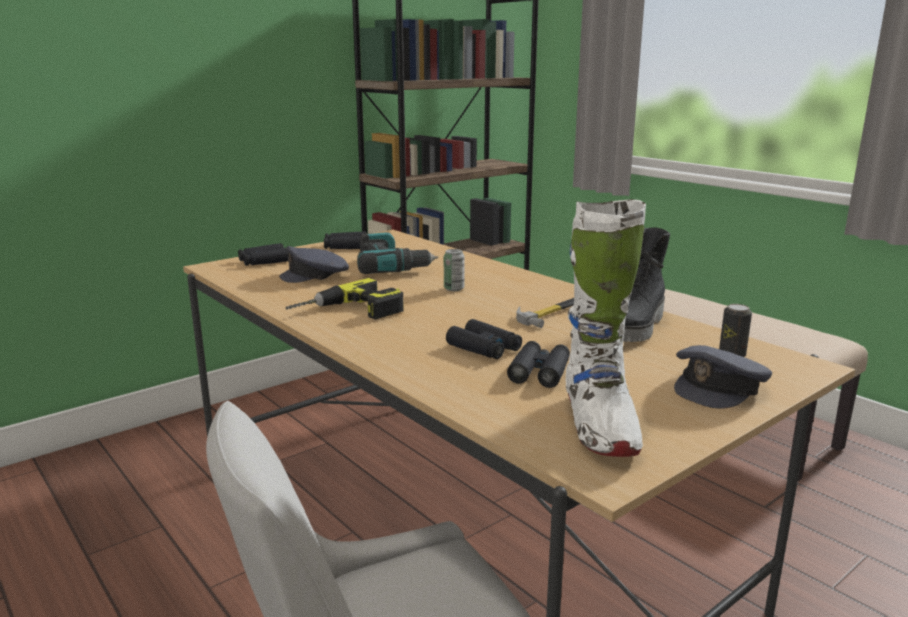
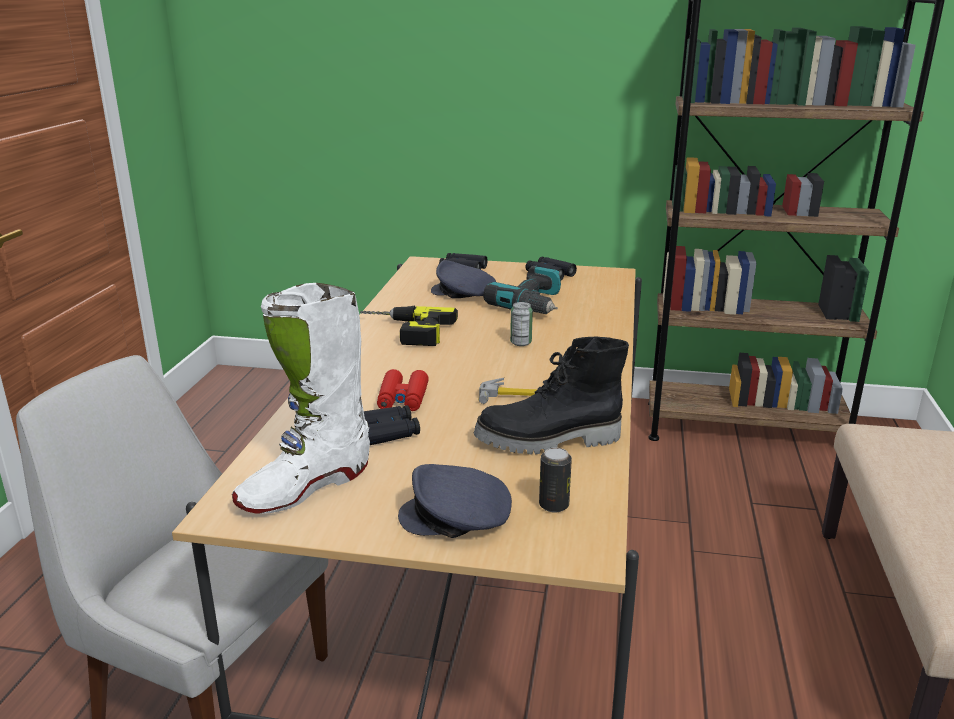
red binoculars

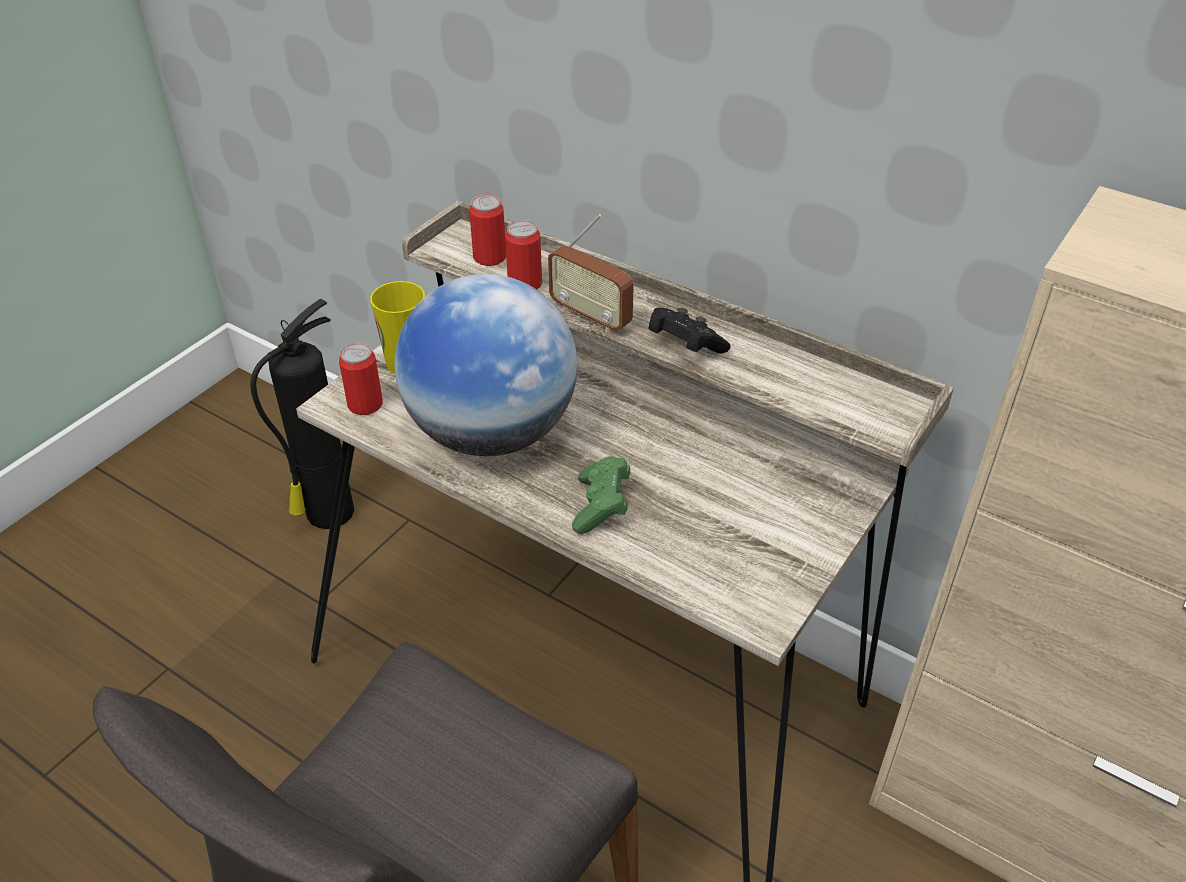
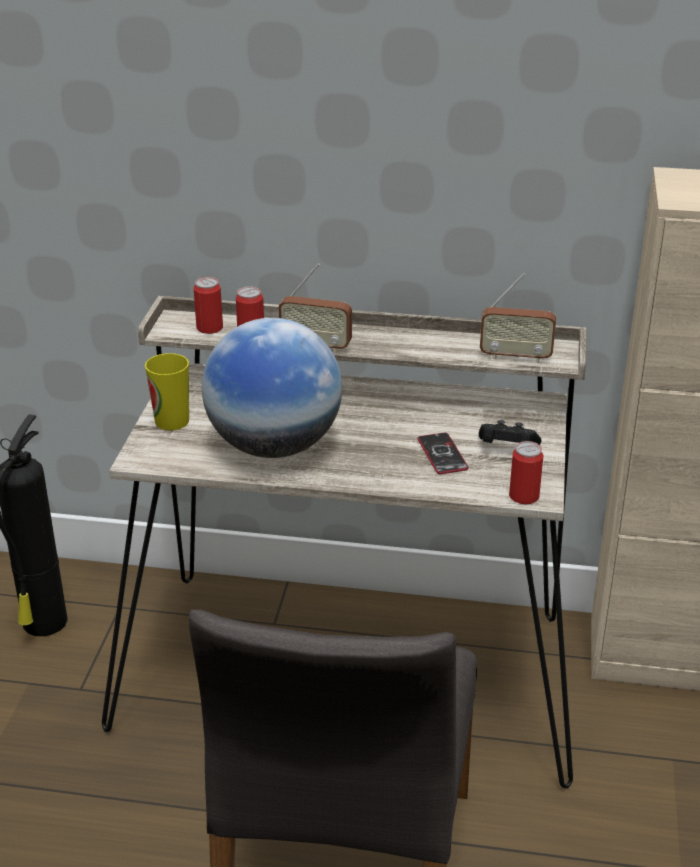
green game controller
phone
radio (no. 2 from left)
can (no. 3 from left)
black game controller

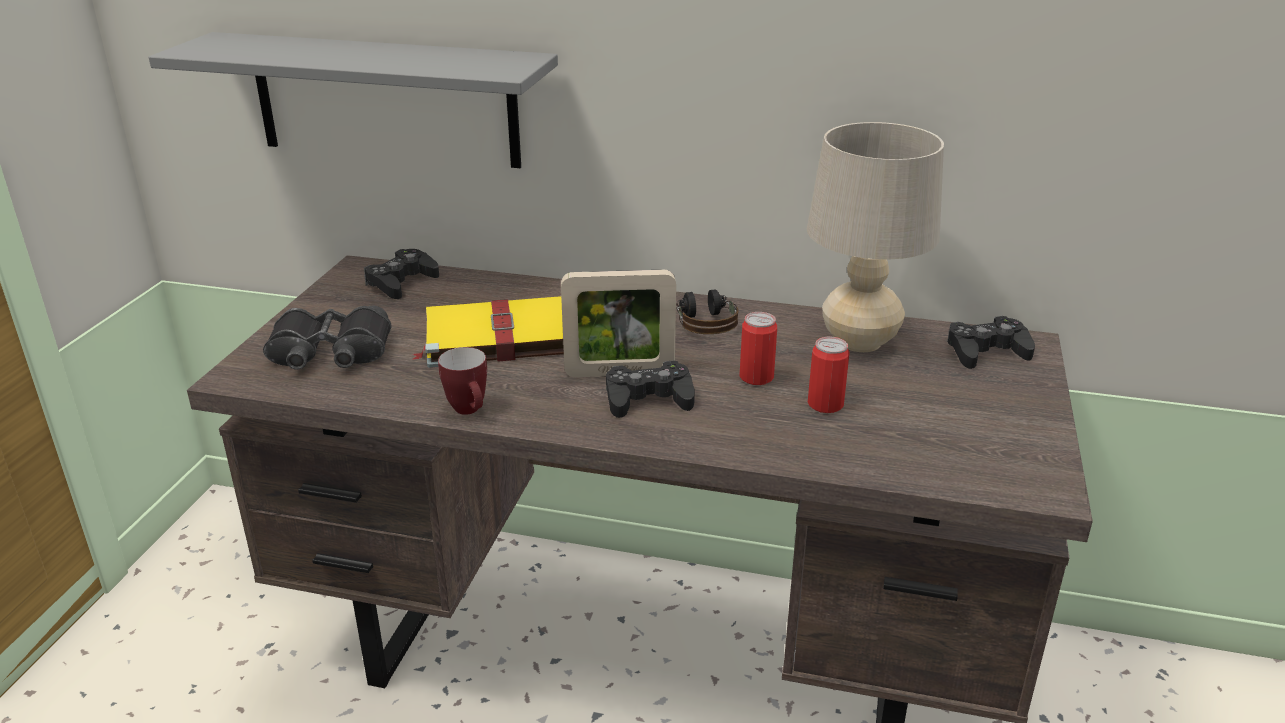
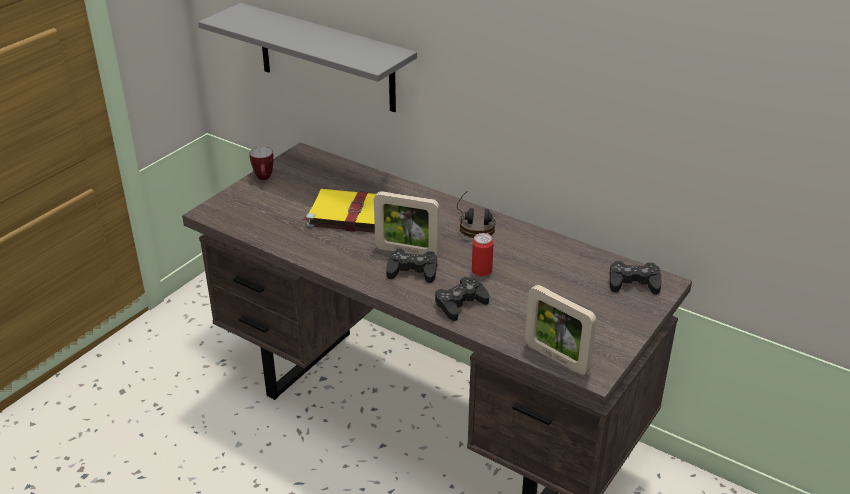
black binoculars
beige table lamp
can (no. 2 from left in the first image)
picture frame (no. 2 from left)
black game controller (no. 2 from left)
mug

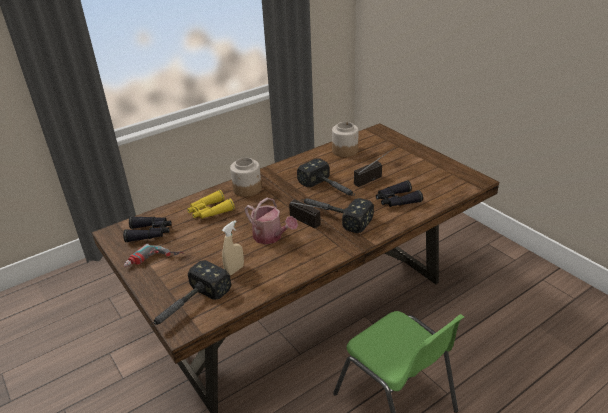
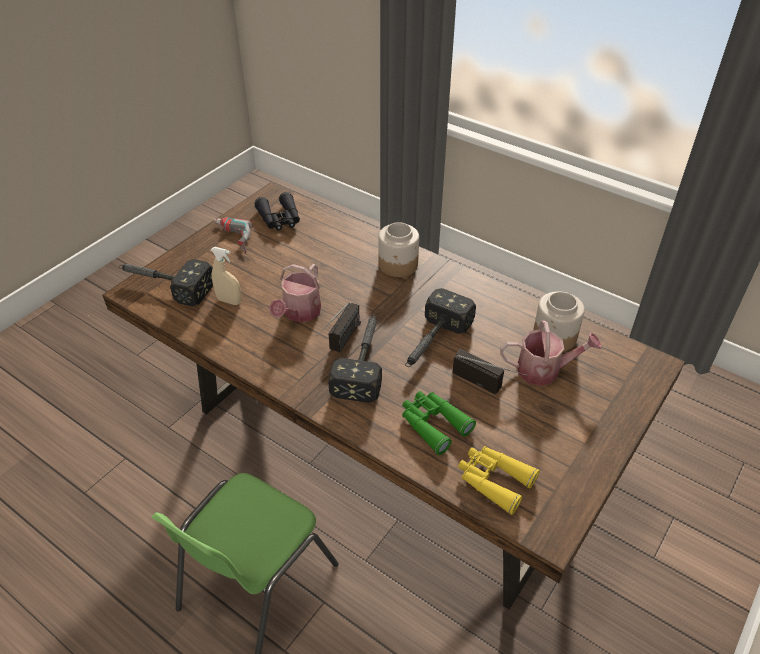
watering can (no. 2 from left)
yellow binoculars
green binoculars

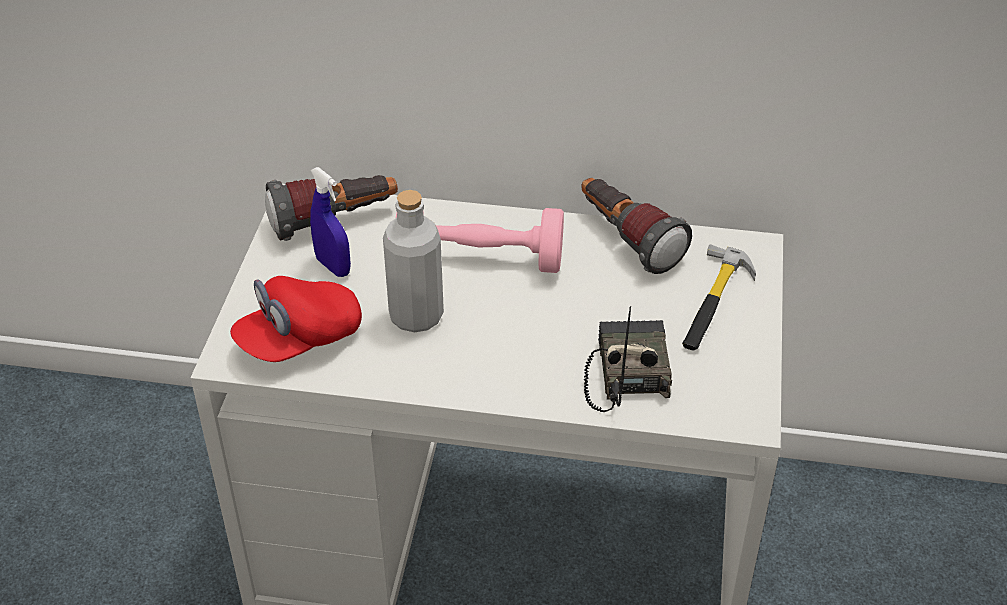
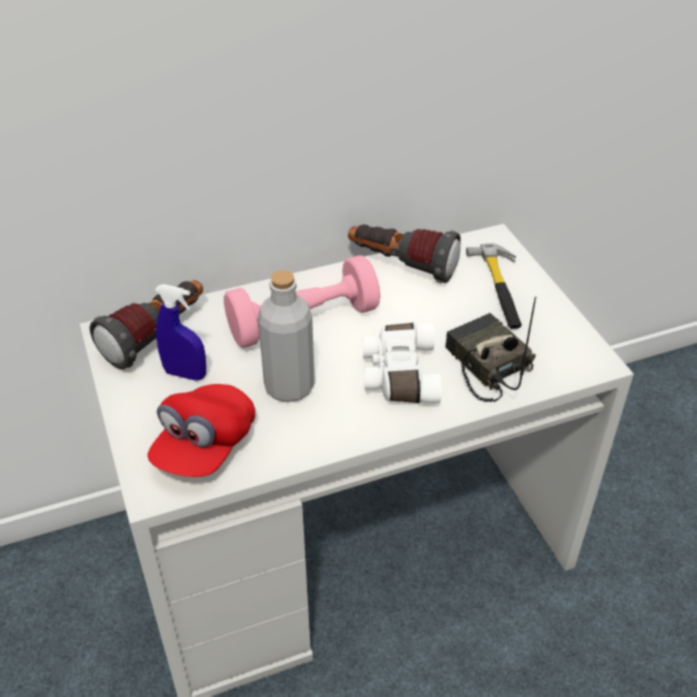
white binoculars

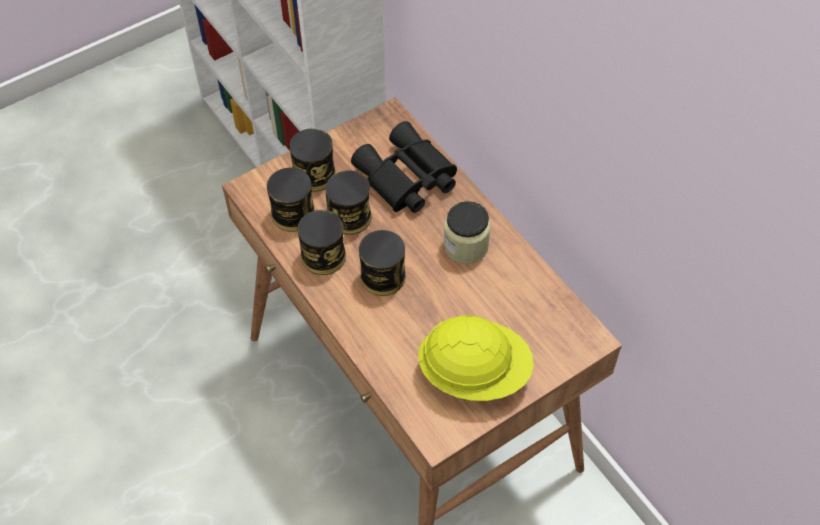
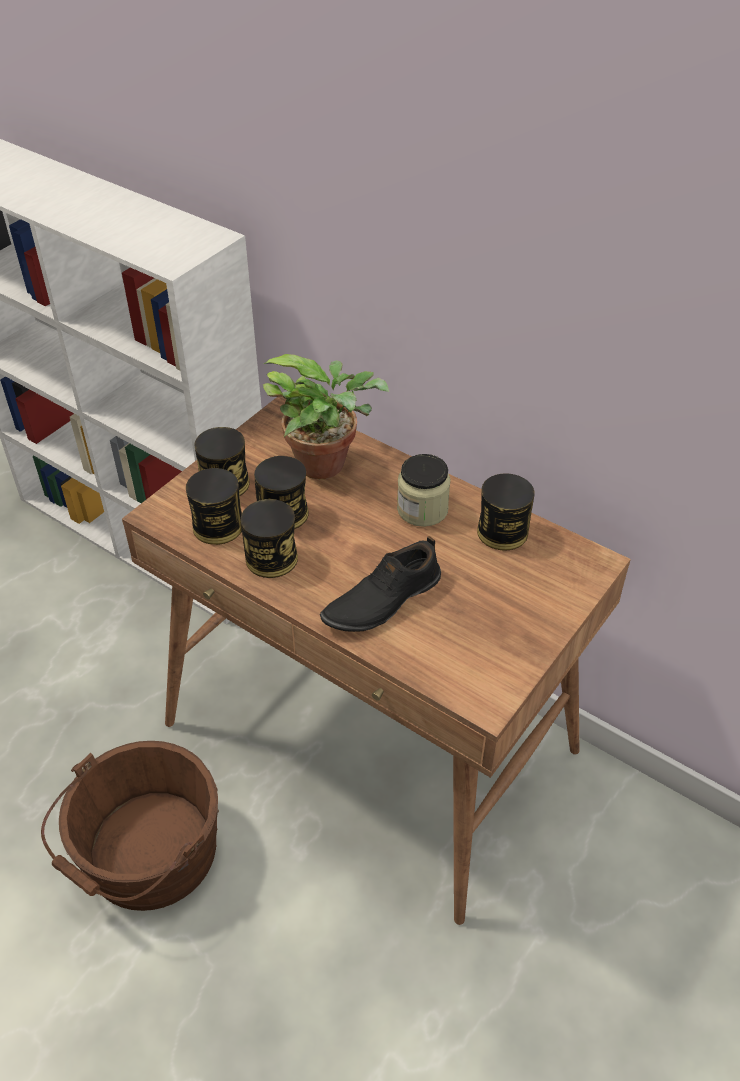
yellow hard hat
brown bucket
black shoe
can (no. 5 from left)
potted plant

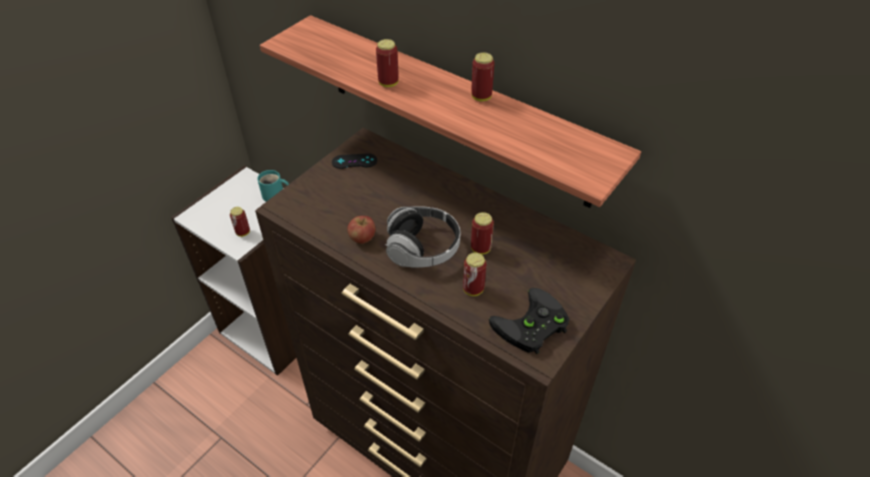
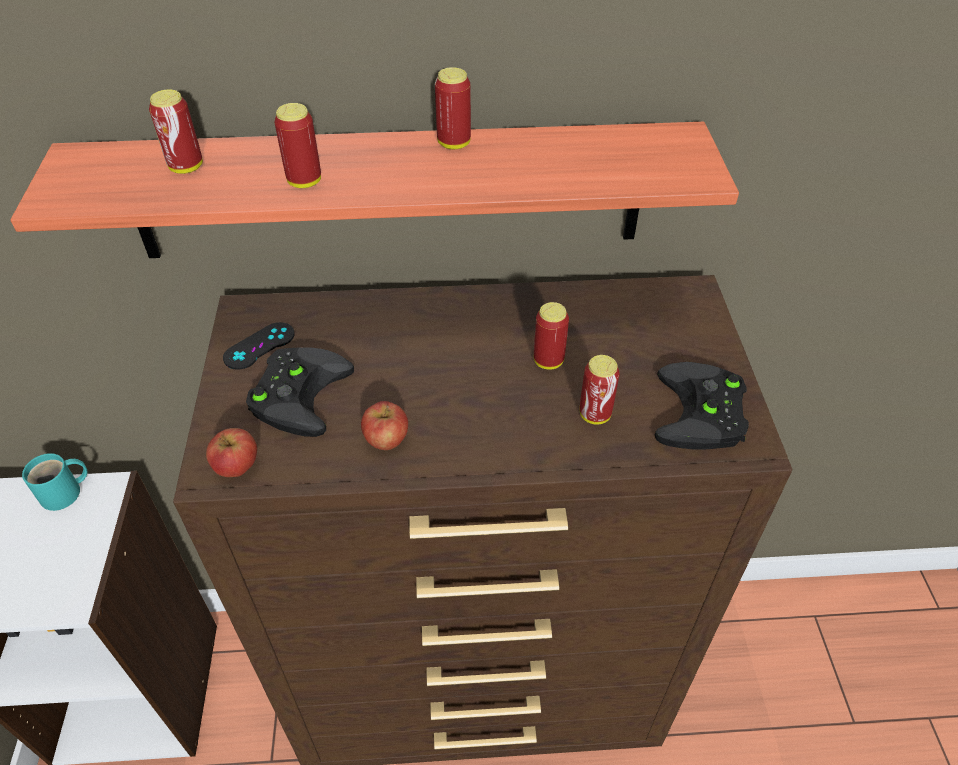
headphones
apple (no. 1 from left)
black game controller (no. 2 from left)
can (no. 1 from left)

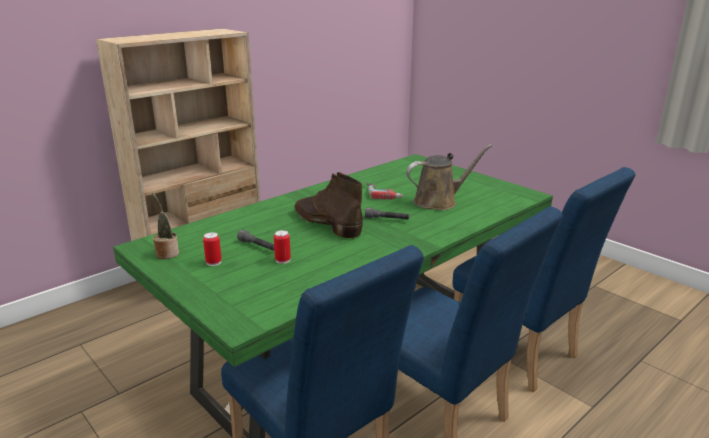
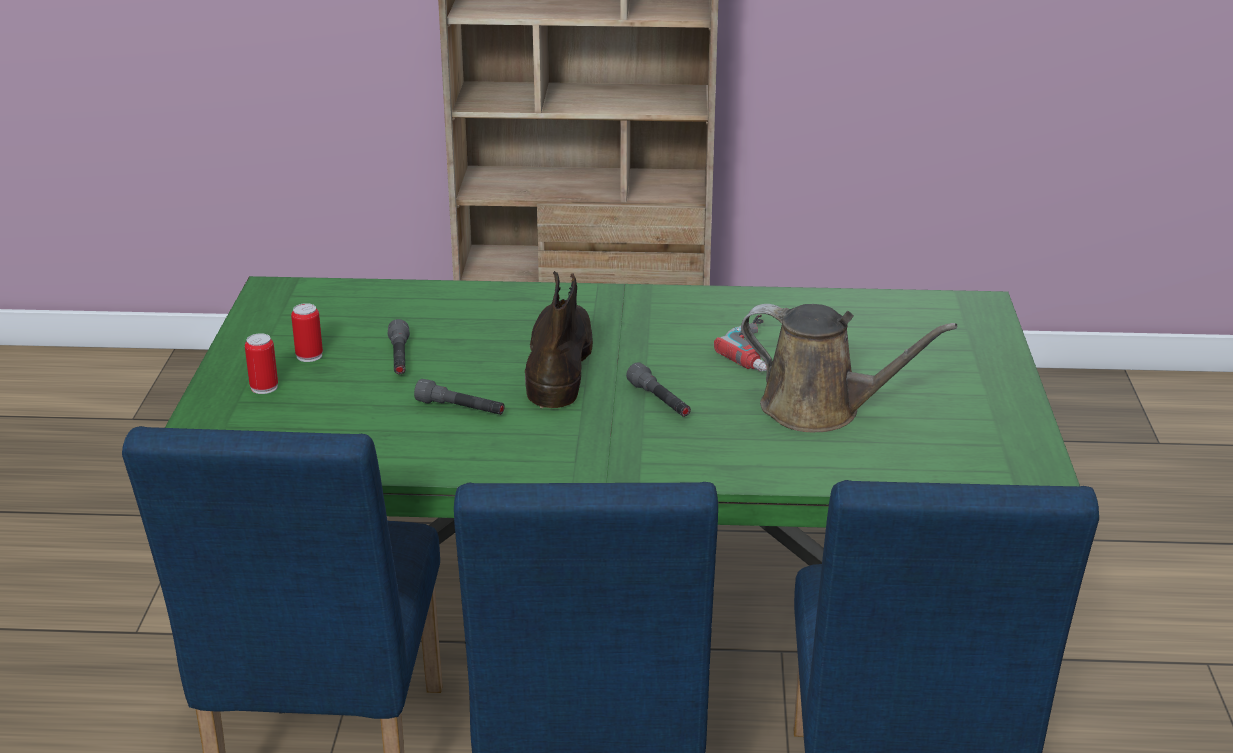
potted plant
grey flashlight (no. 2 from left)
can (no. 1 from left)

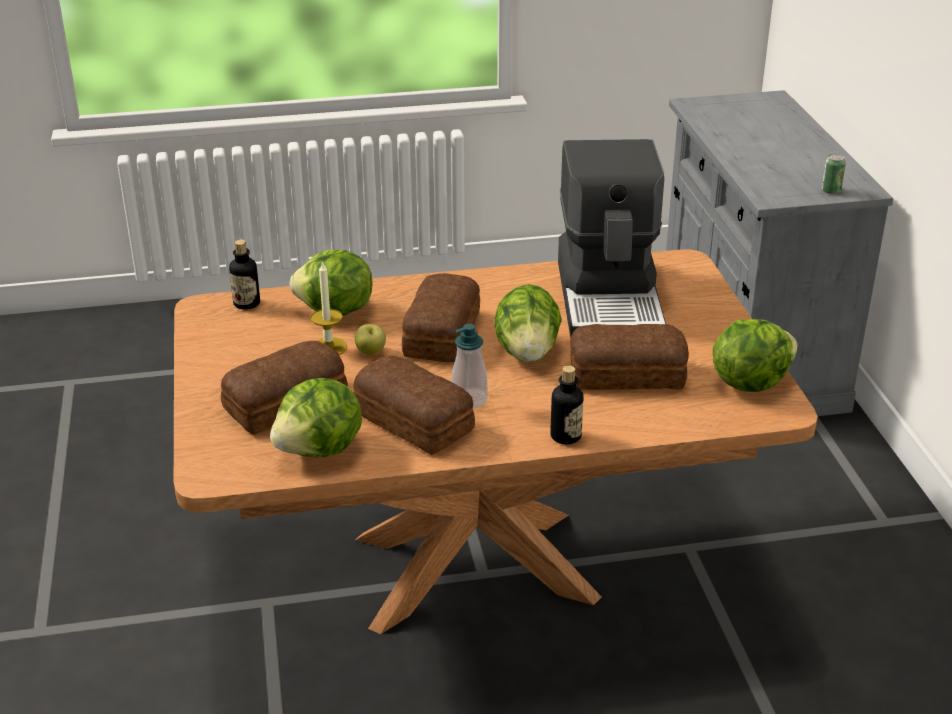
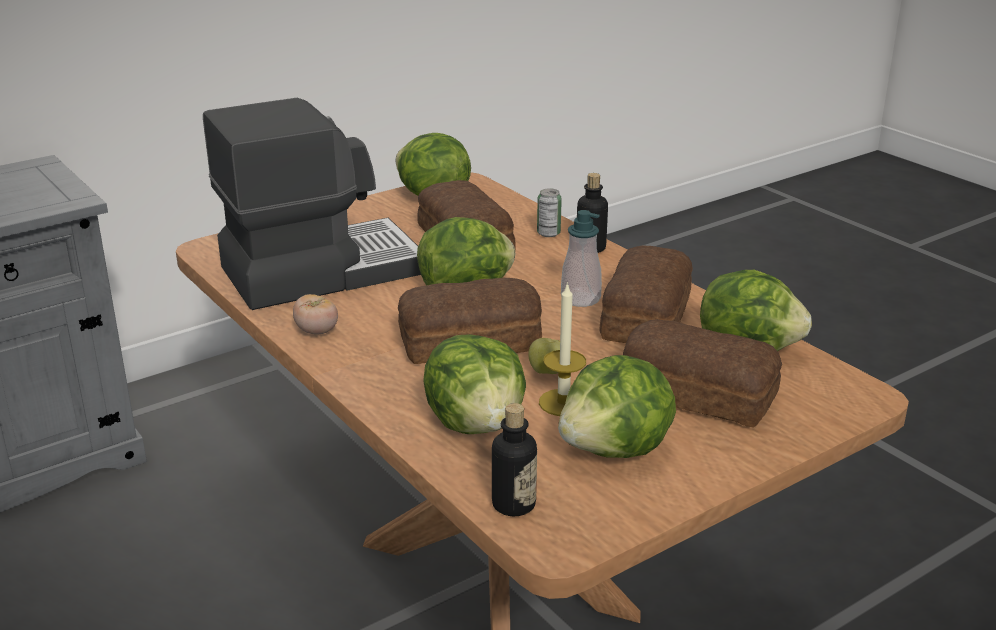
tomato
lettuce (no. 4 from left)
can

